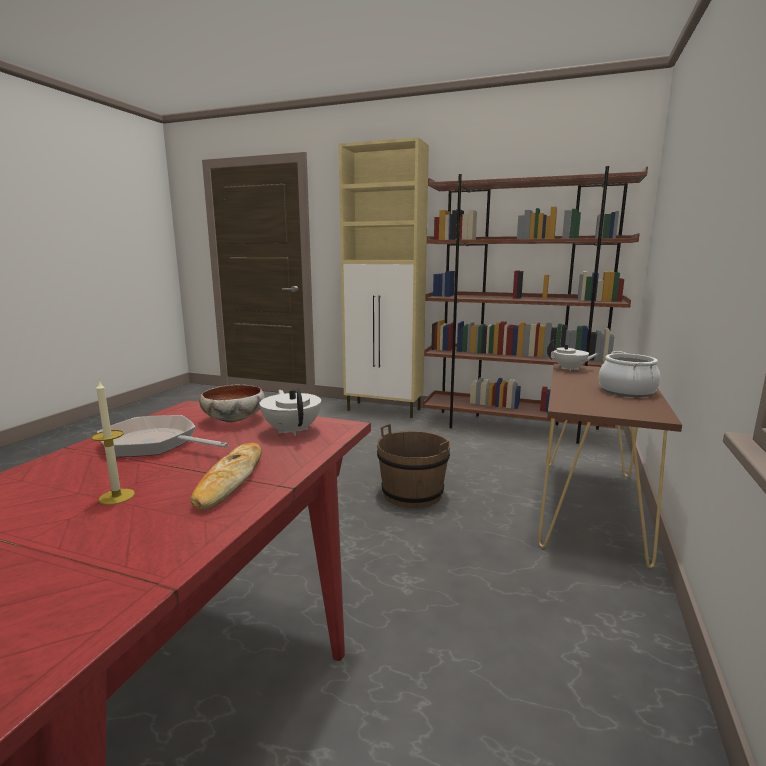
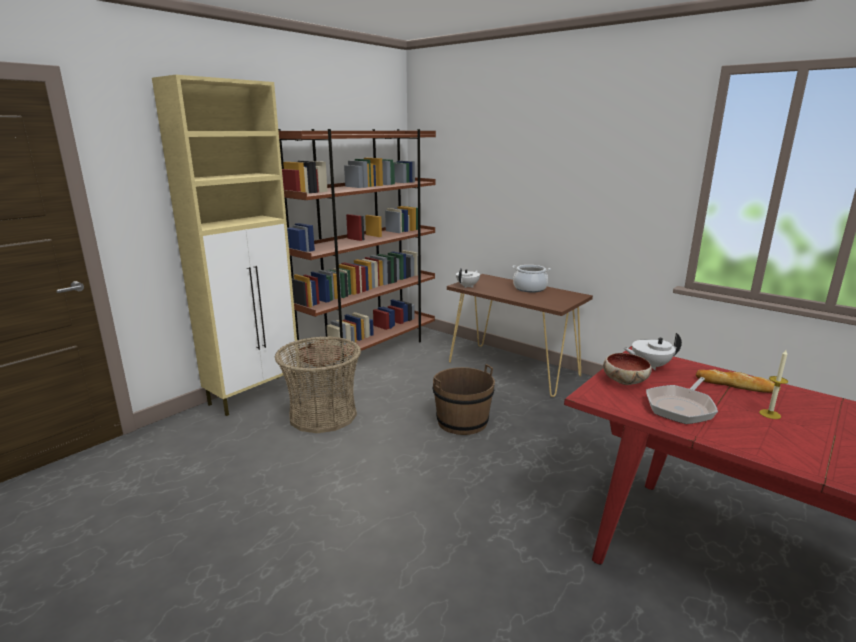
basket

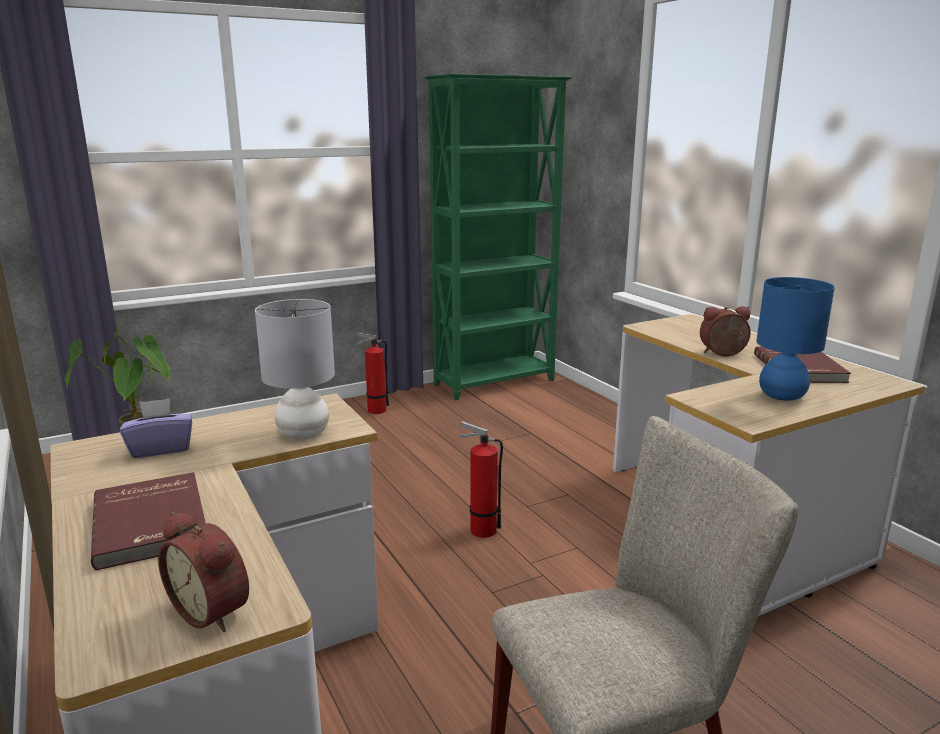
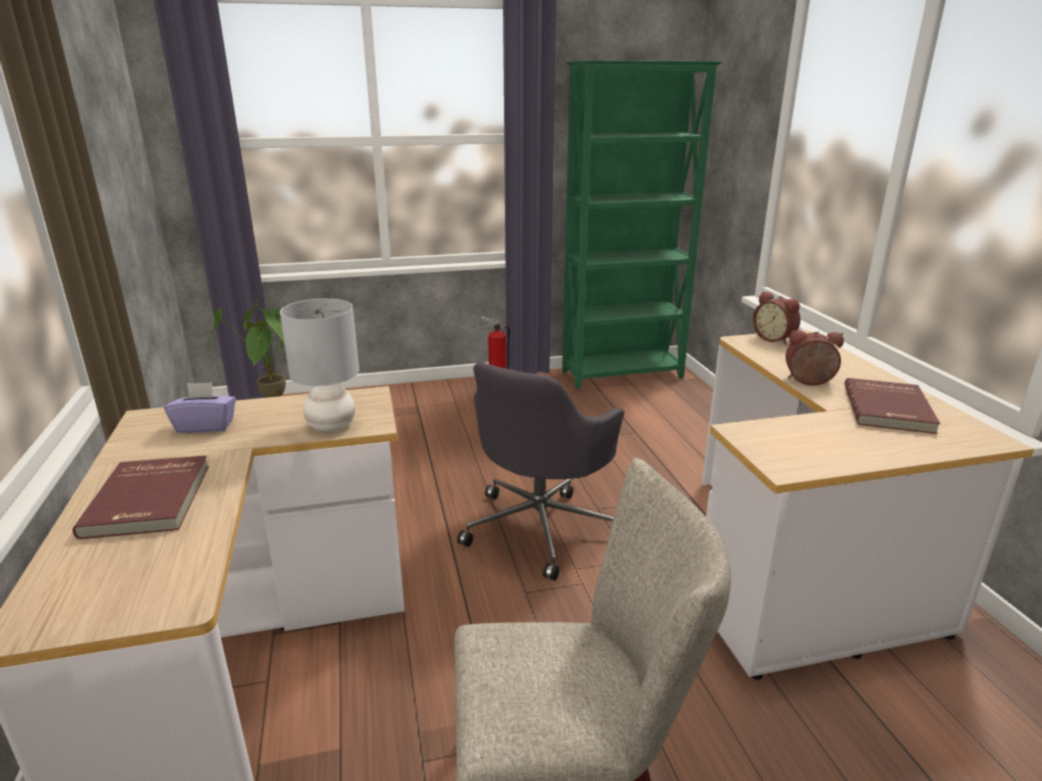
blue table lamp
alarm clock (no. 1 from left)
grey office chair

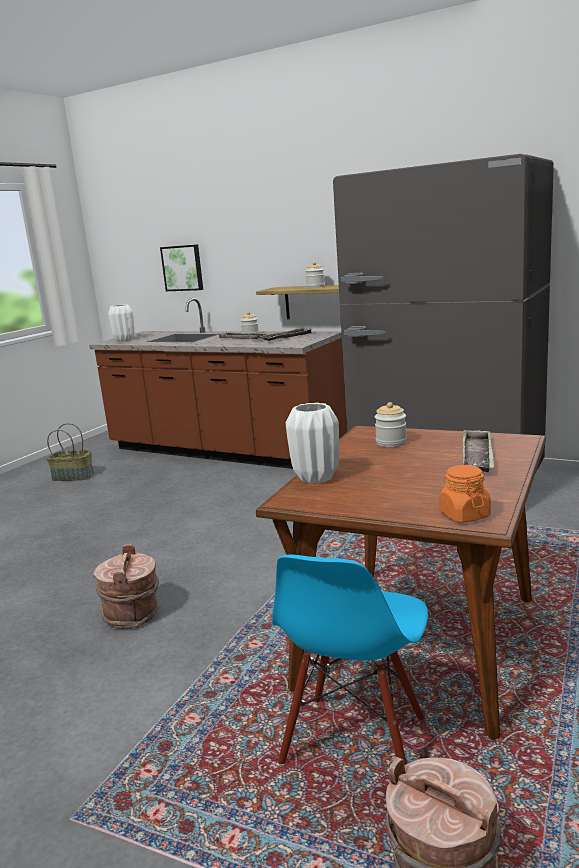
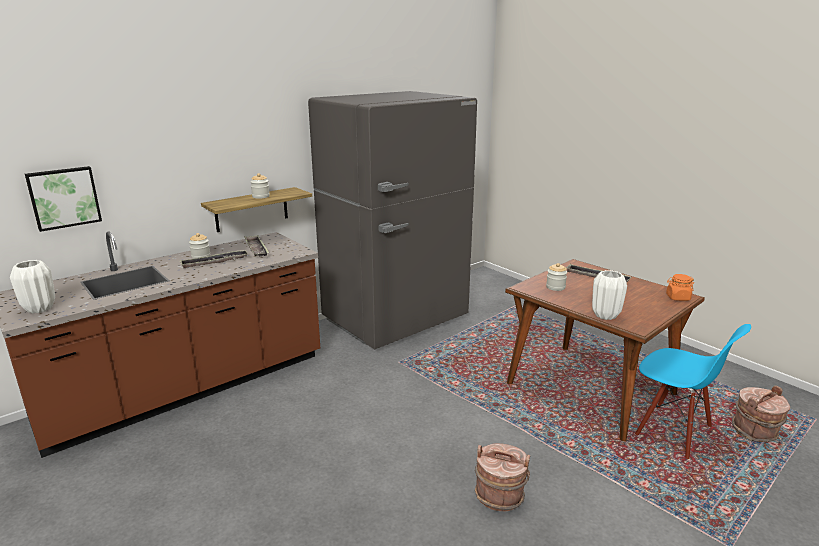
basket

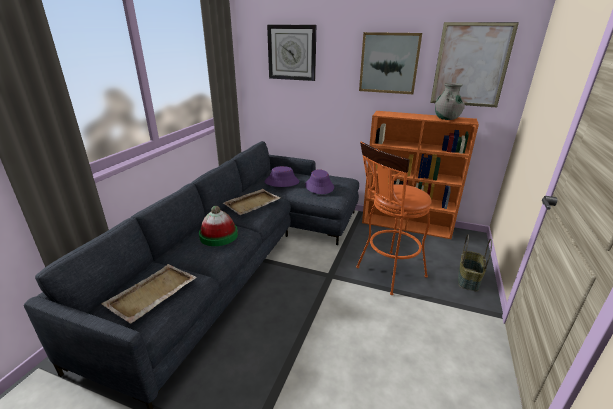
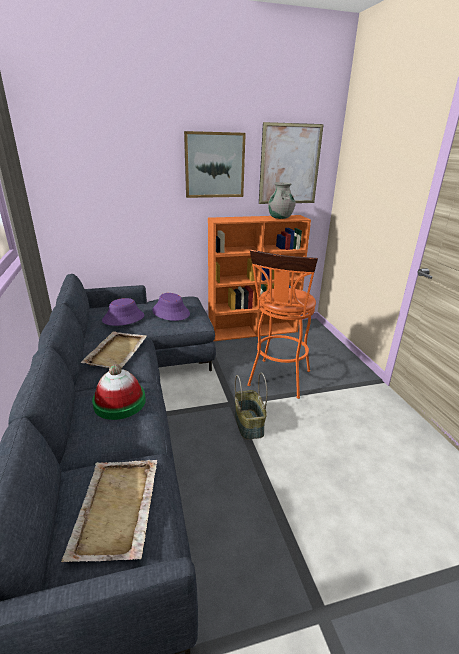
wall clock
basket

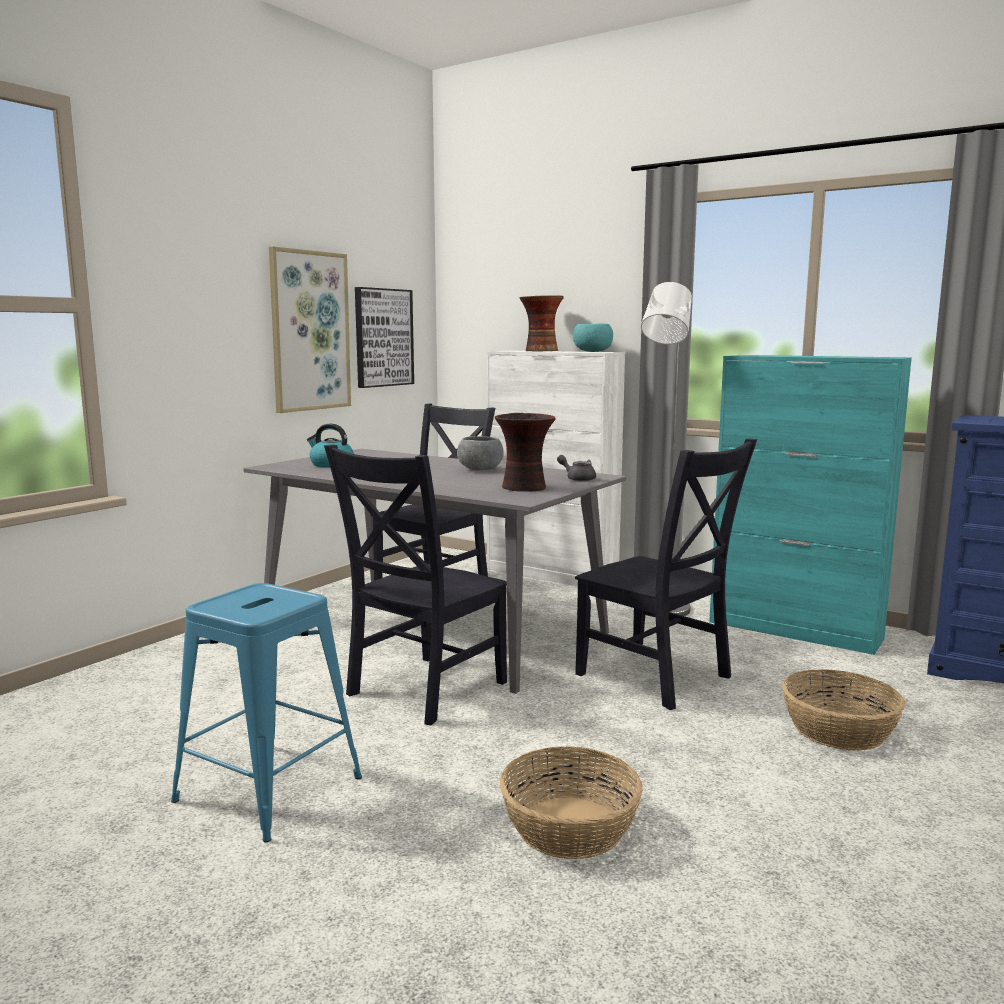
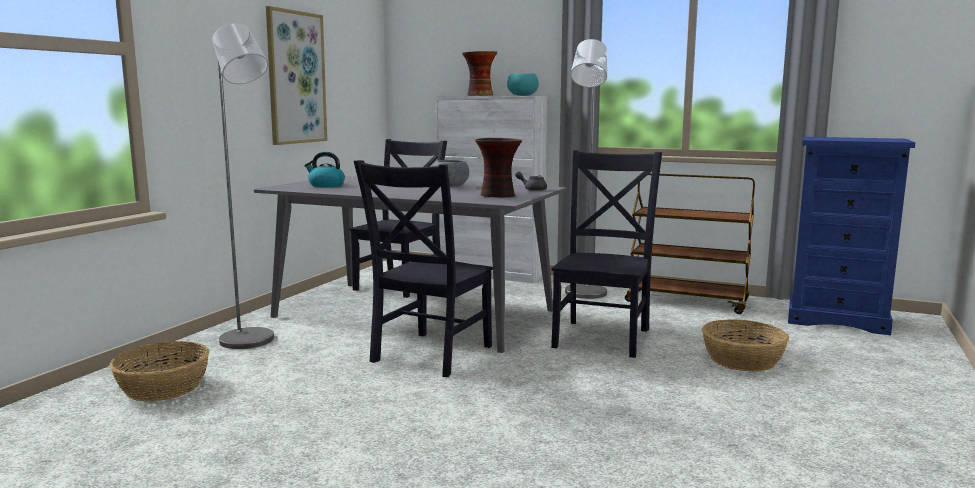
blue stool
picture (no. 2 from left in the first image)
grey floor lamp (no. 1 from left)
basket (no. 1 from left)
brown cart
black chair (no. 3 from left)

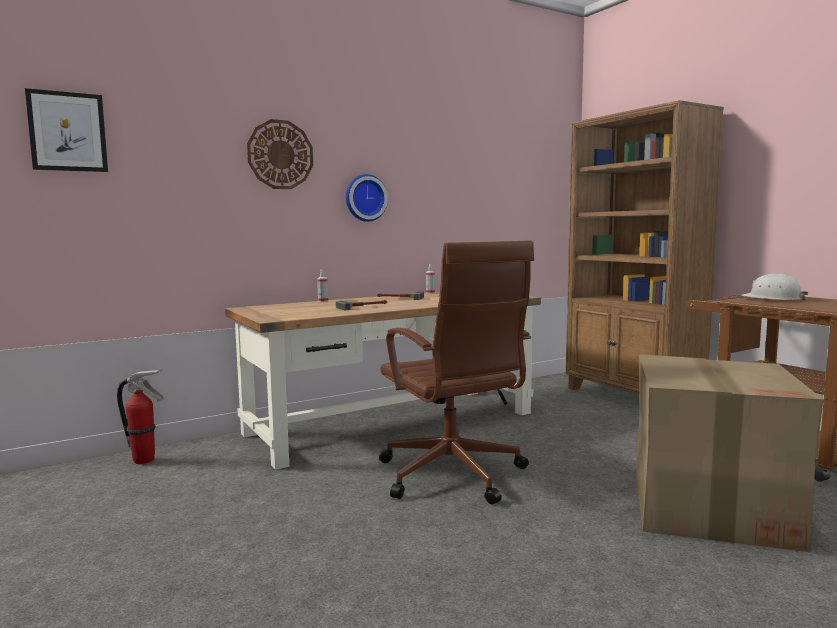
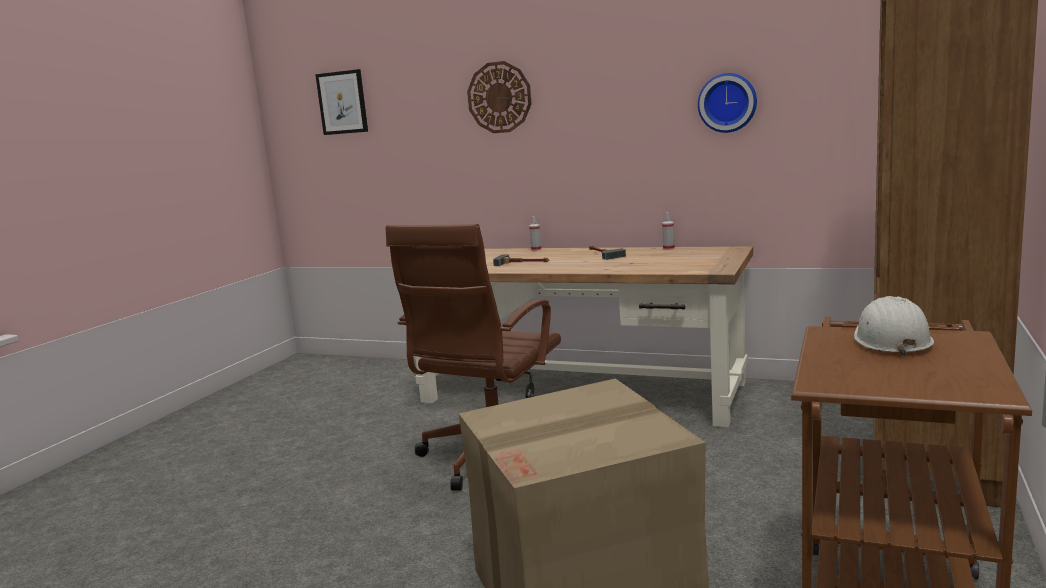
fire extinguisher
wall clock (no. 2 from left)

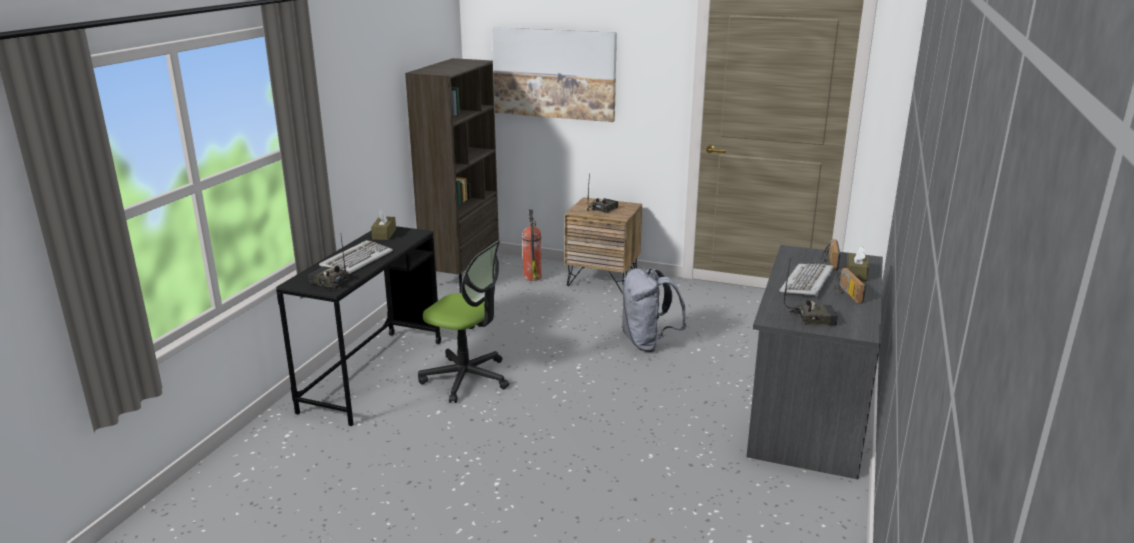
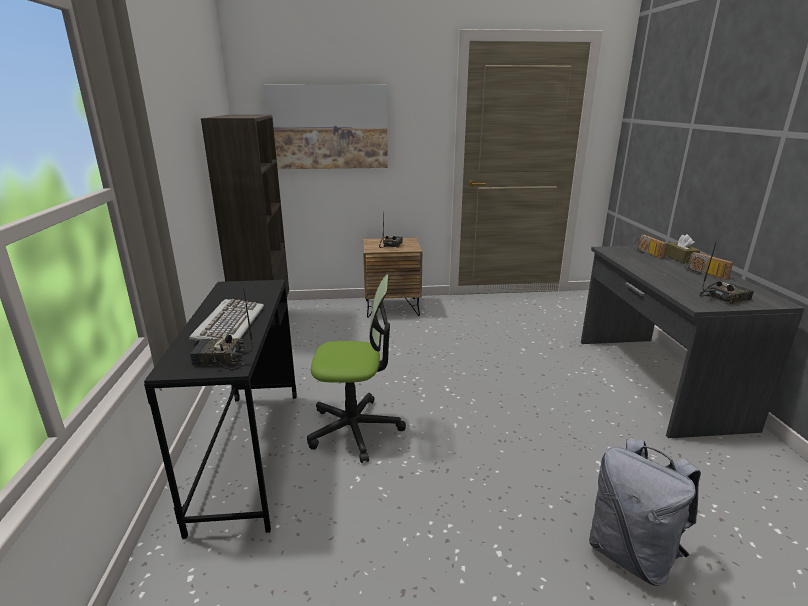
brown tissue box (no. 1 from left in the first image)
fire extinguisher
keyboard (no. 2 from left in the first image)
grey backpack

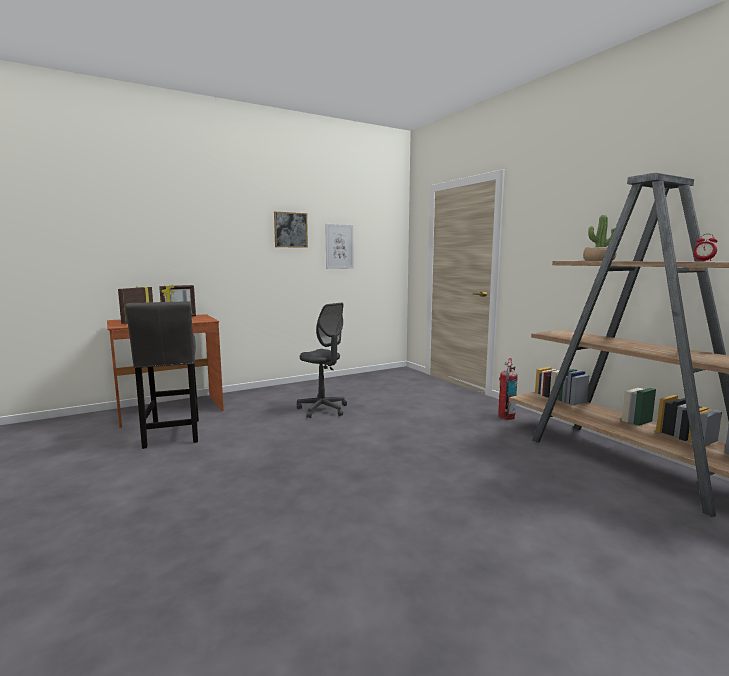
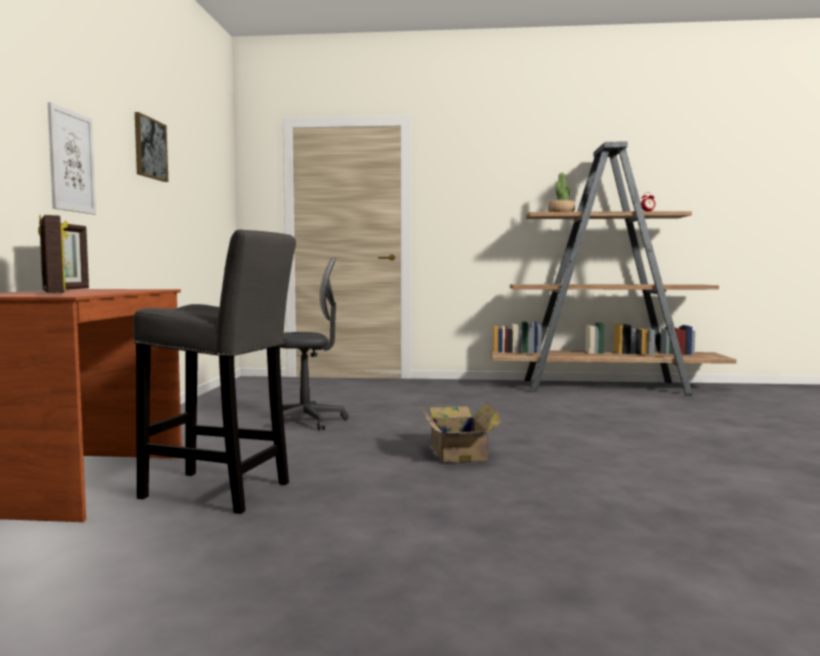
fire extinguisher
cardboard box
picture (no. 1 from left)

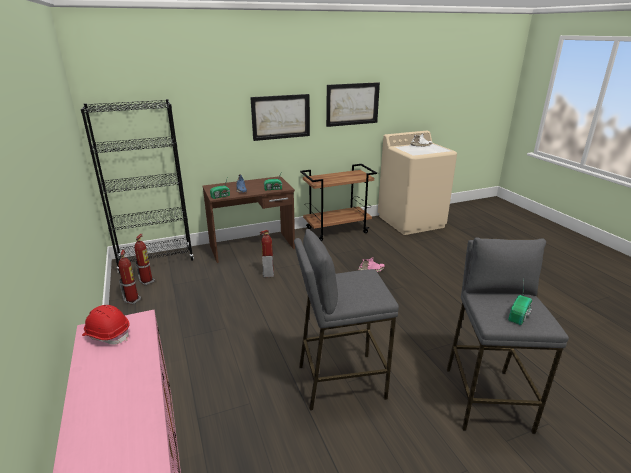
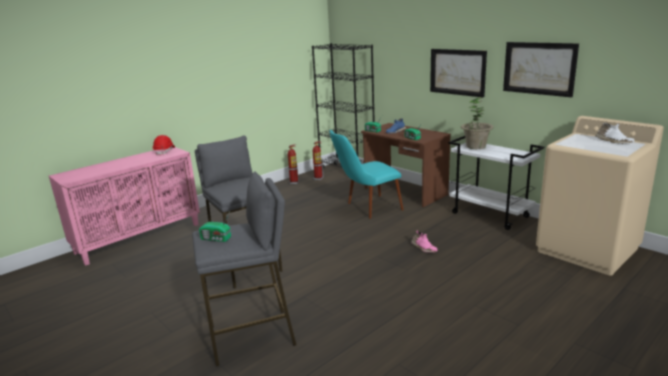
potted plant
turquoise chair
white cart

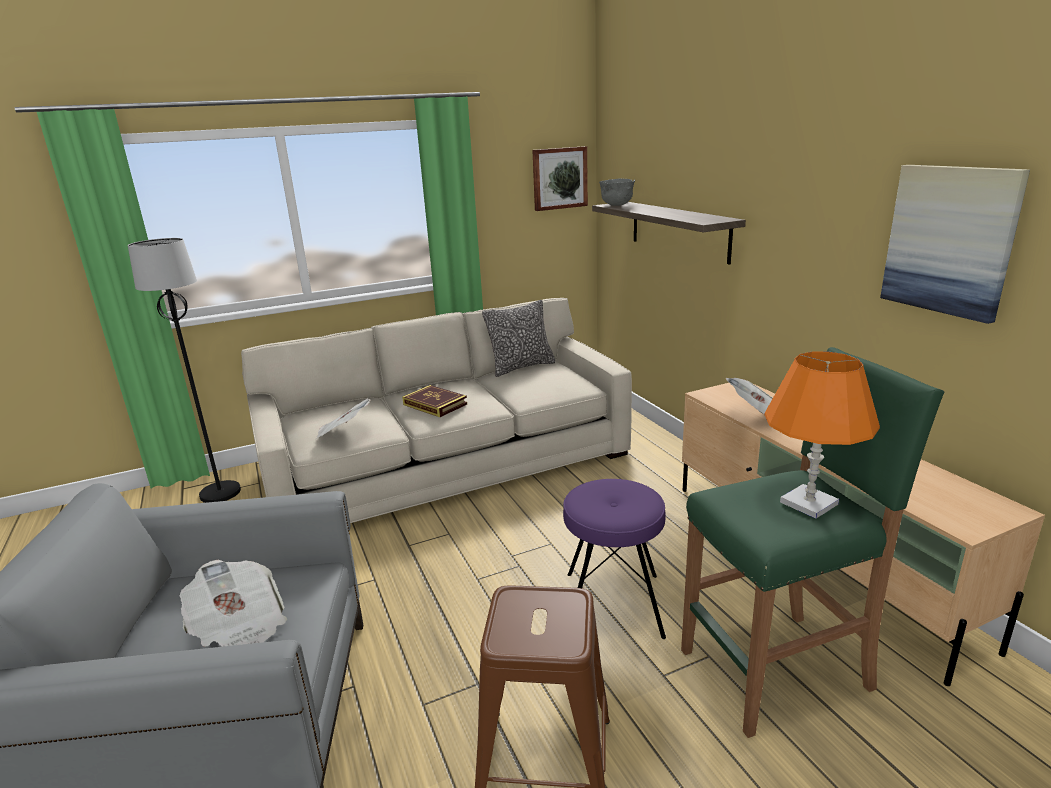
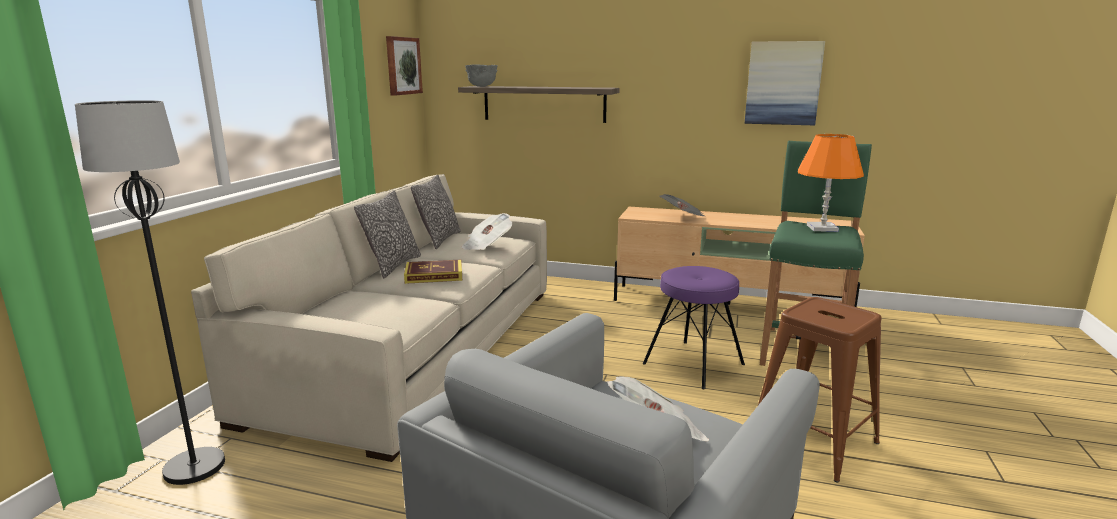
pillow (no. 1 from left)
newspaper (no. 1 from left)

